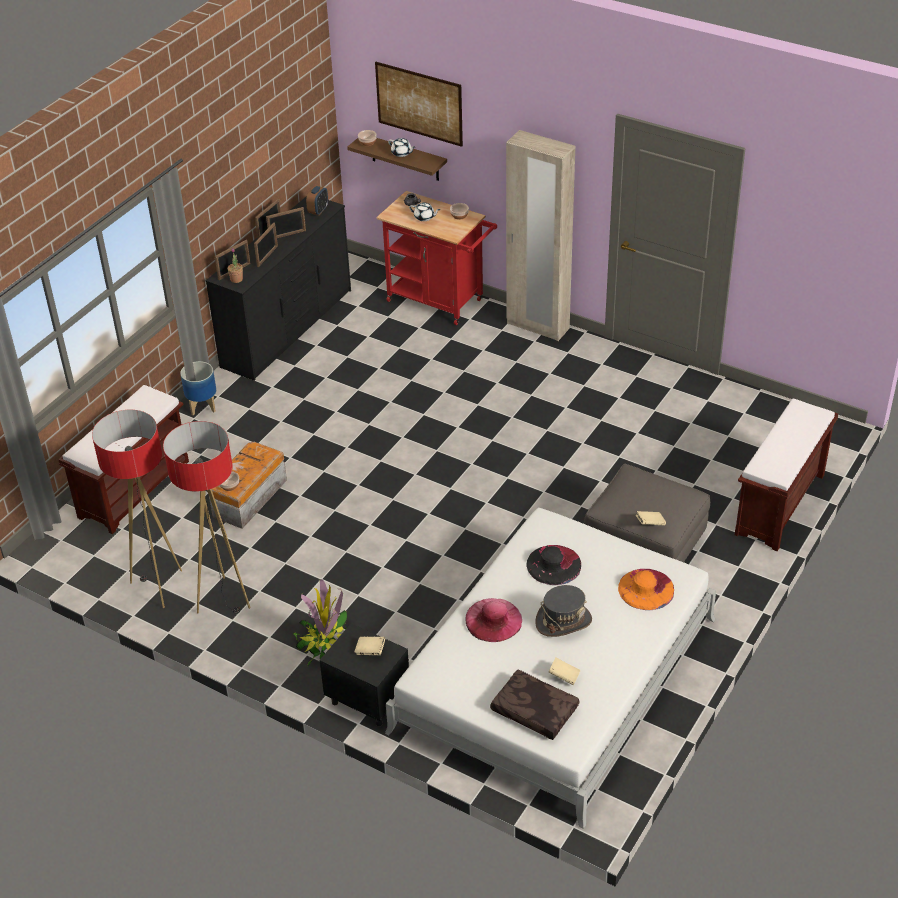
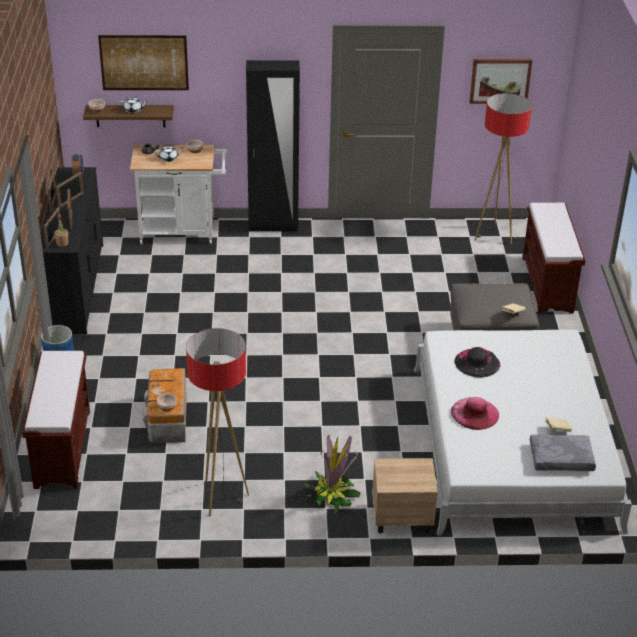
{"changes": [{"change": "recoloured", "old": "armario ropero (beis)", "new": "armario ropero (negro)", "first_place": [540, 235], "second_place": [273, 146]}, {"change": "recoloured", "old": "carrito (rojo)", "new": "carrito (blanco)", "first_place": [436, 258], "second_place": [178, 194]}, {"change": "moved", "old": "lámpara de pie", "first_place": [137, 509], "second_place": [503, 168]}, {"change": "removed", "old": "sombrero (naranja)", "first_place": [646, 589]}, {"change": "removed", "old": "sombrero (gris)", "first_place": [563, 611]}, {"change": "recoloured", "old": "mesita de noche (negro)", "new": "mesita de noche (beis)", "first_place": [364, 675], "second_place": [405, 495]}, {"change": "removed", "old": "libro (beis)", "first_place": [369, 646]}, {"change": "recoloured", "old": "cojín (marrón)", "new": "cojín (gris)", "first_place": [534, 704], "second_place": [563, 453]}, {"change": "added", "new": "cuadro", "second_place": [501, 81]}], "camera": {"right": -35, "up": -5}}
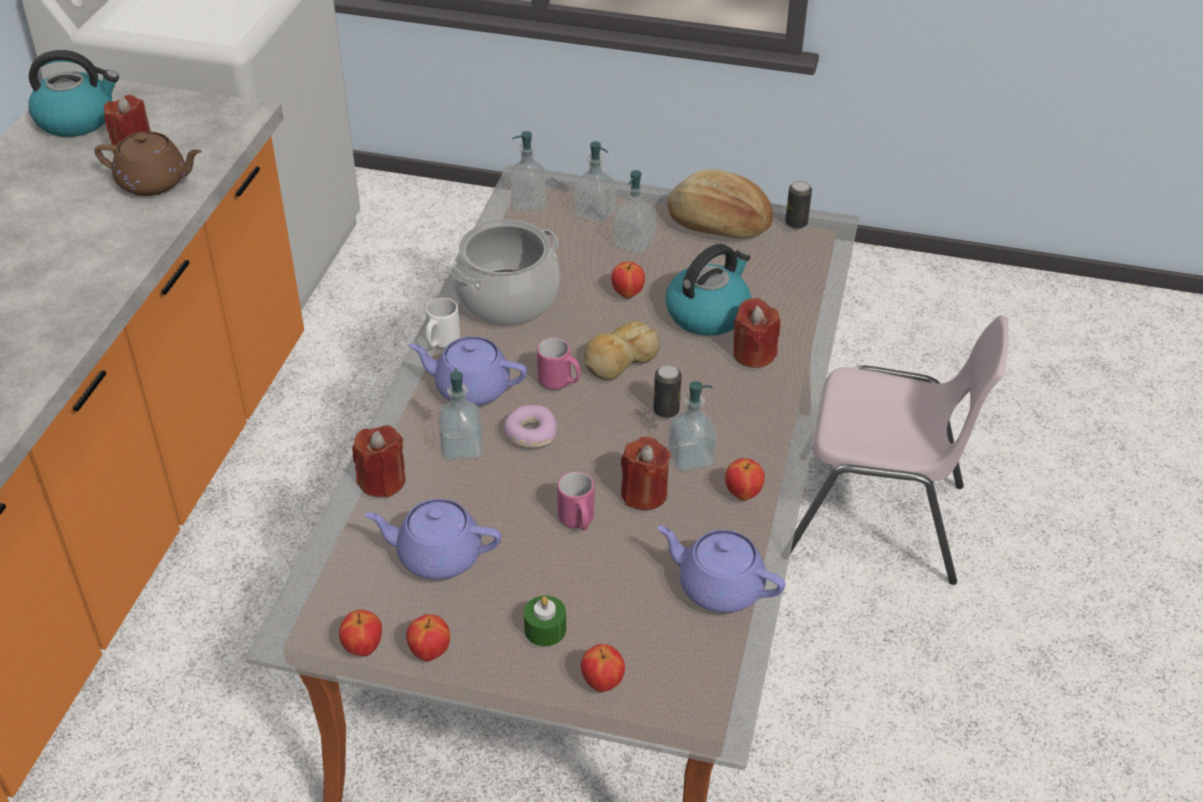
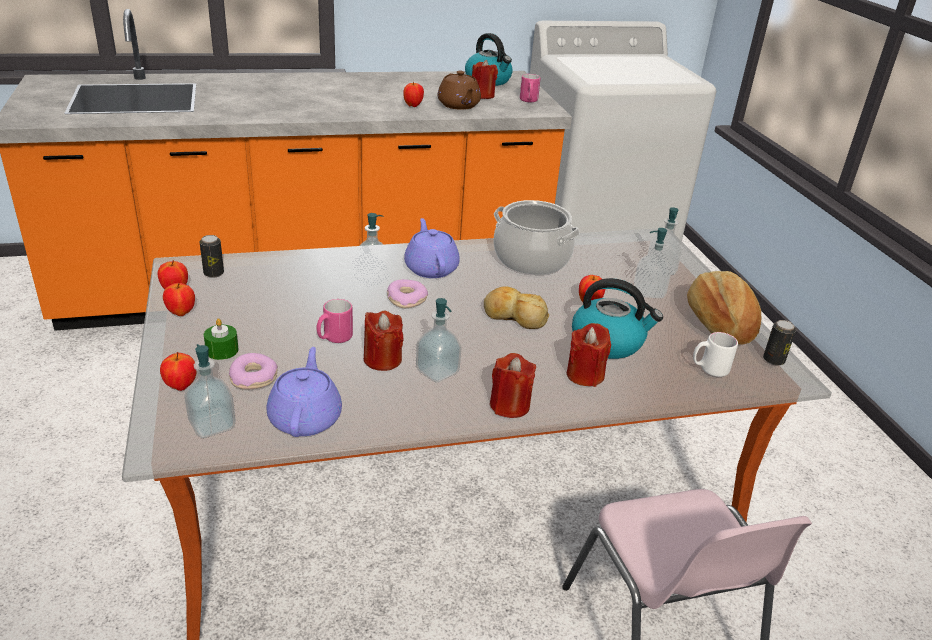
{"changes": [{"change": "moved", "old": "dispensador de jabón", "first_place": [528, 171], "second_place": [209, 391]}, {"change": "moved", "old": "taza grande (blanco)", "first_place": [442, 323], "second_place": [715, 354]}, {"change": "moved", "old": "taza grande (rosa)", "first_place": [559, 363], "second_place": [530, 88]}, {"change": "moved", "old": "lata", "first_place": [667, 391], "second_place": [212, 256]}, {"change": "moved", "old": "vela (rojo)", "first_place": [378, 461], "second_place": [513, 385]}, {"change": "moved", "old": "manzana", "first_place": [745, 479], "second_place": [413, 94]}, {"change": "removed", "old": "tetera (morado)", "first_place": [433, 539]}, {"change": "added", "new": "rosquilla", "second_place": [253, 371]}], "camera": {"right": 60, "up": -10}}
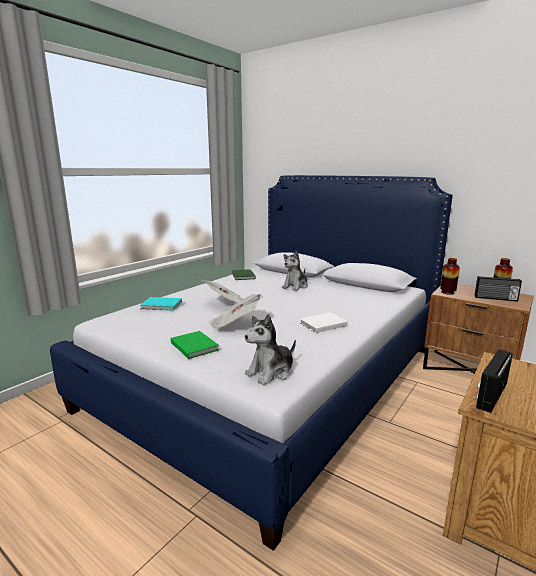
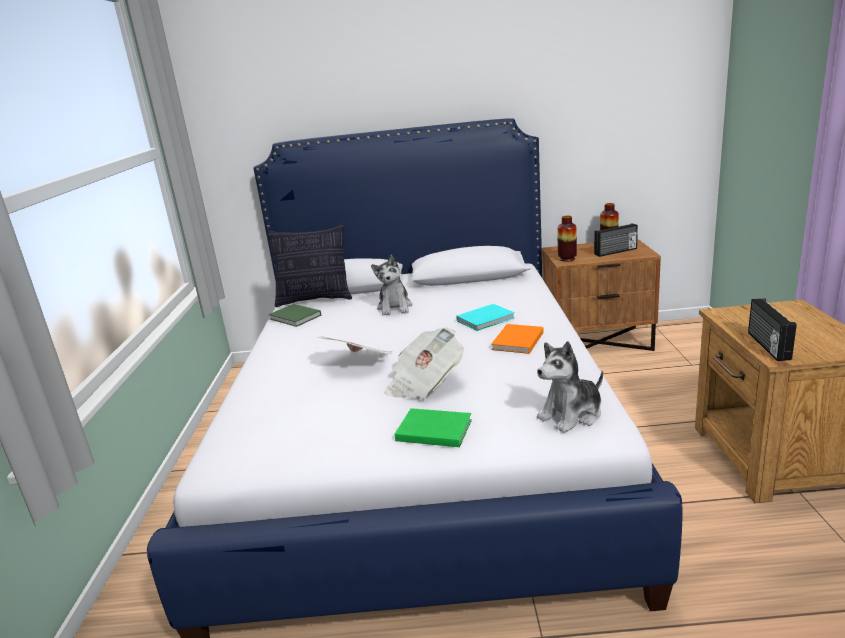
{"changes": [{"change": "moved", "old": "libro (turquesa)", "first_place": [161, 304], "second_place": [485, 317]}, {"change": "recoloured", "old": "libro (blanco)", "new": "libro (naranja)", "first_place": [324, 323], "second_place": [517, 339]}, {"change": "turned", "old": "peluche", "first_place": [270, 349], "second_place": [570, 387], "degrees": 45}, {"change": "added", "new": "cojín", "second_place": [309, 265]}], "camera": {"right": -35, "up": 5}}
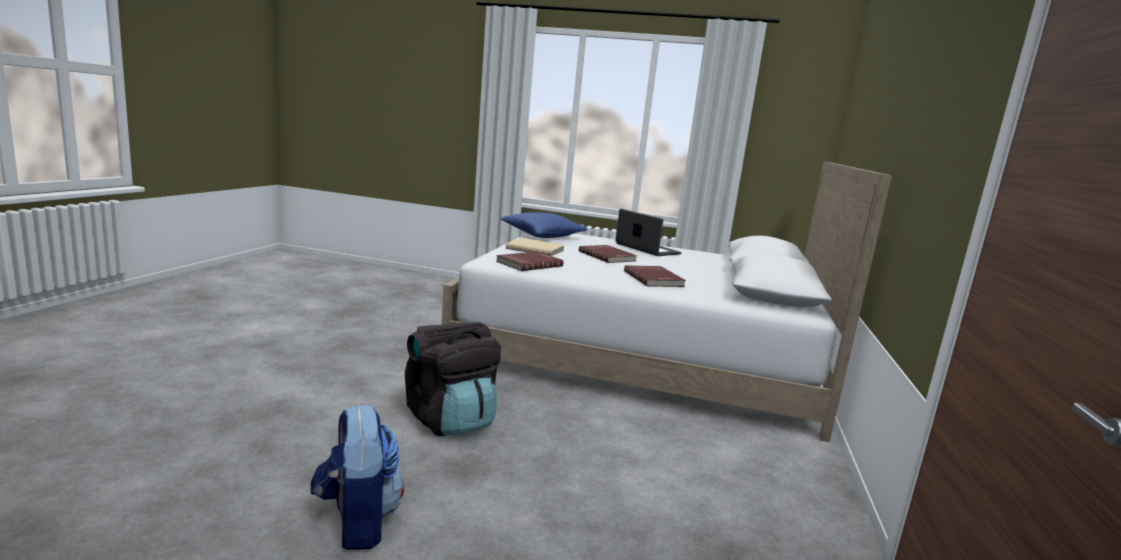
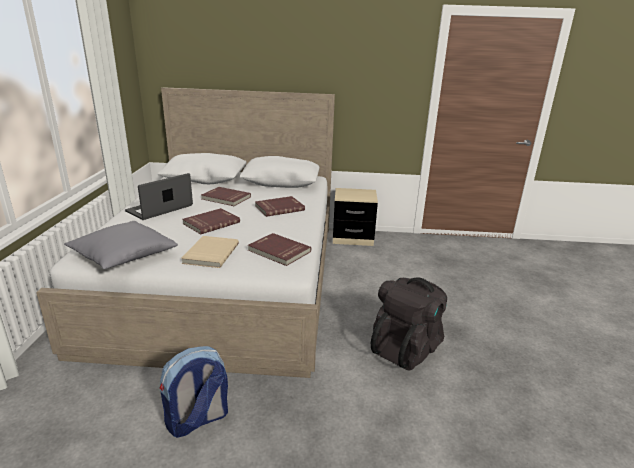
{"changes": [{"change": "recoloured", "old": "cojín (azul)", "new": "cojín (gris)", "first_place": [543, 225], "second_place": [121, 245]}, {"change": "moved", "old": "mochila", "first_place": [357, 477], "second_place": [194, 392]}, {"change": "added", "new": "libro (rojo)", "second_place": [226, 196]}, {"change": "added", "new": "mesita de noche (beis)", "second_place": [355, 217]}], "camera": {"right": -100, "up": 10}}
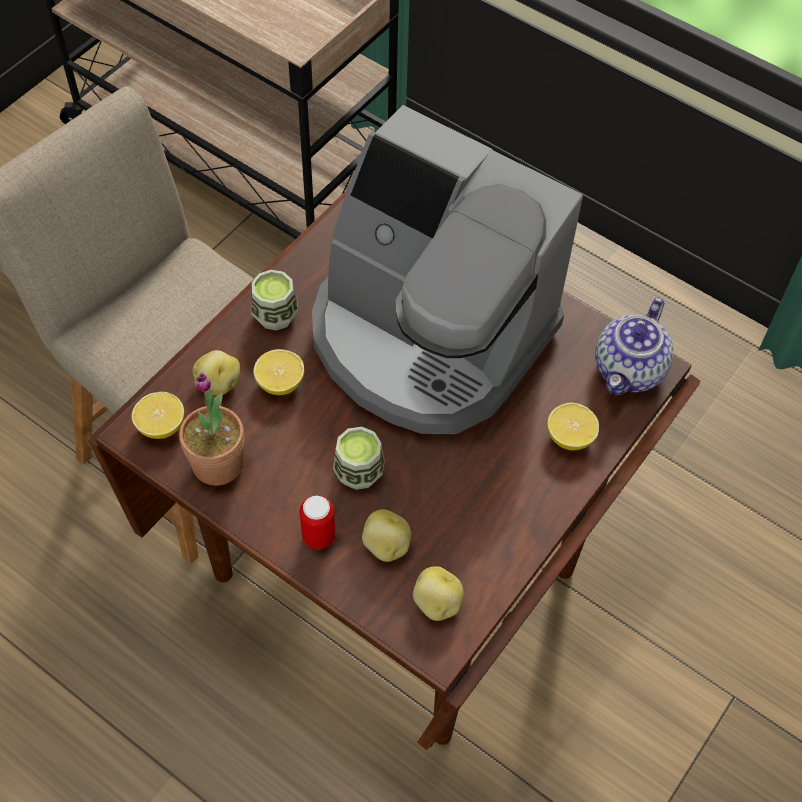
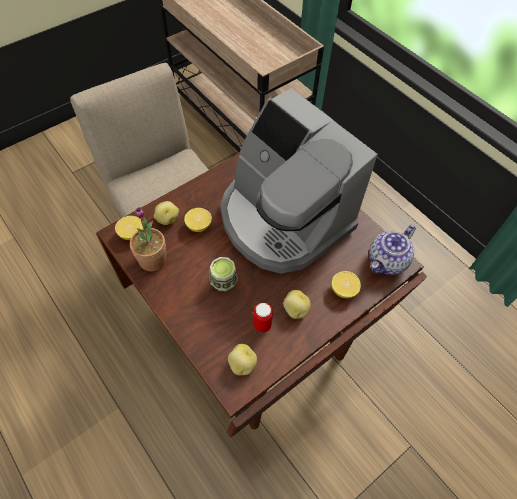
{"changes": [{"change": "removed", "old": "taza", "first_place": [274, 300]}, {"change": "moved", "old": "lata", "first_place": [317, 522], "second_place": [263, 317]}, {"change": "moved", "old": "patata", "first_place": [386, 535], "second_place": [297, 304]}], "camera": {"right": 15, "up": 0}}
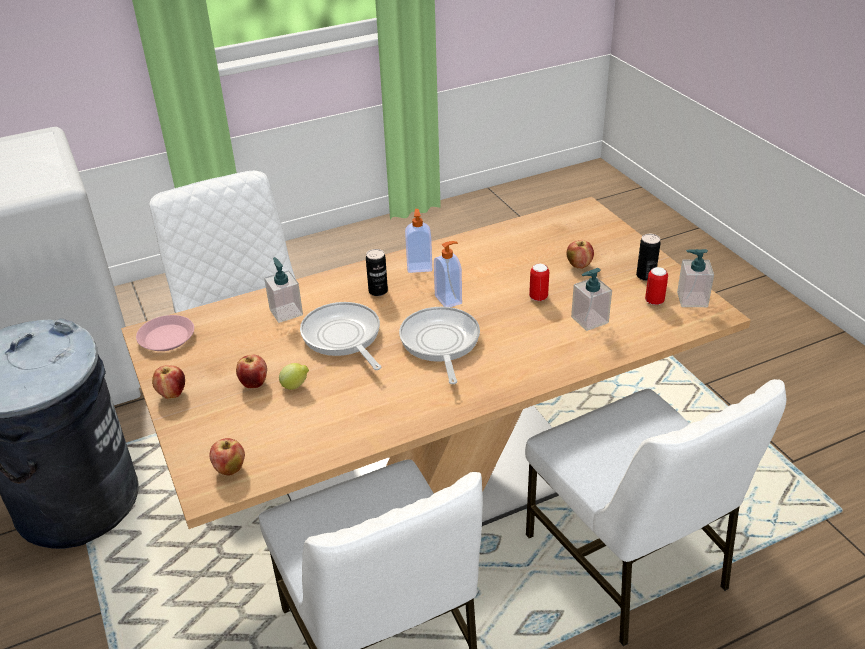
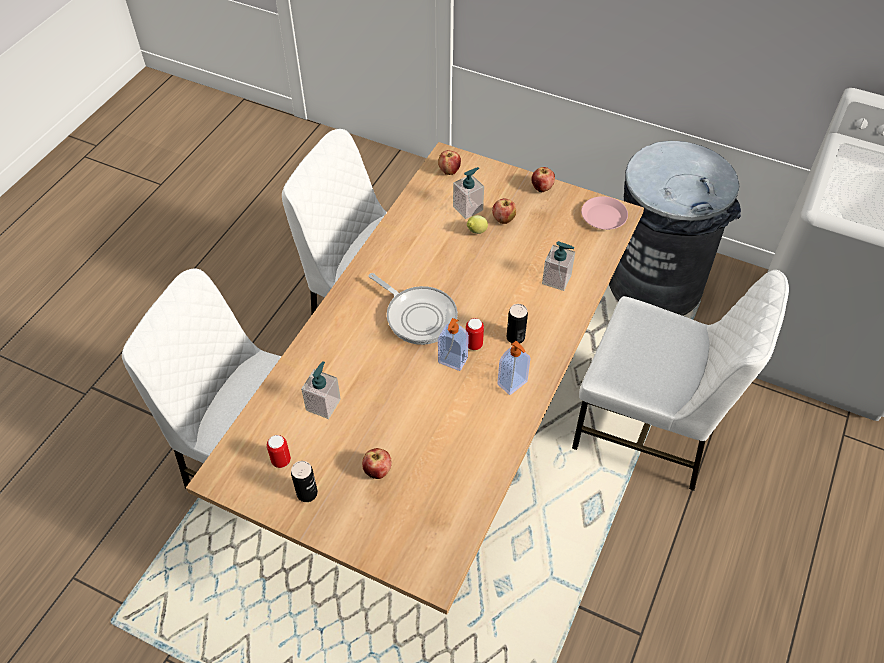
{"changes": [{"change": "moved", "old": "dispensador de jabón", "first_place": [695, 278], "second_place": [468, 193]}, {"change": "moved", "old": "lata", "first_place": [539, 282], "second_place": [475, 334]}, {"change": "removed", "old": "sartén", "first_place": [340, 336]}], "camera": {"right": 140, "up": 15}}
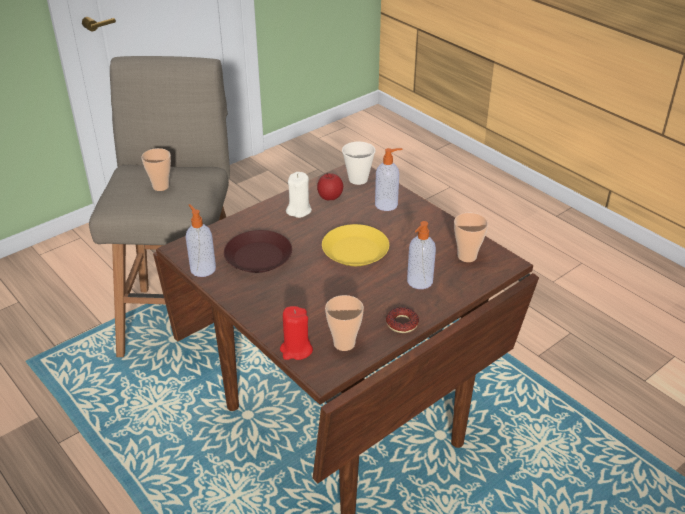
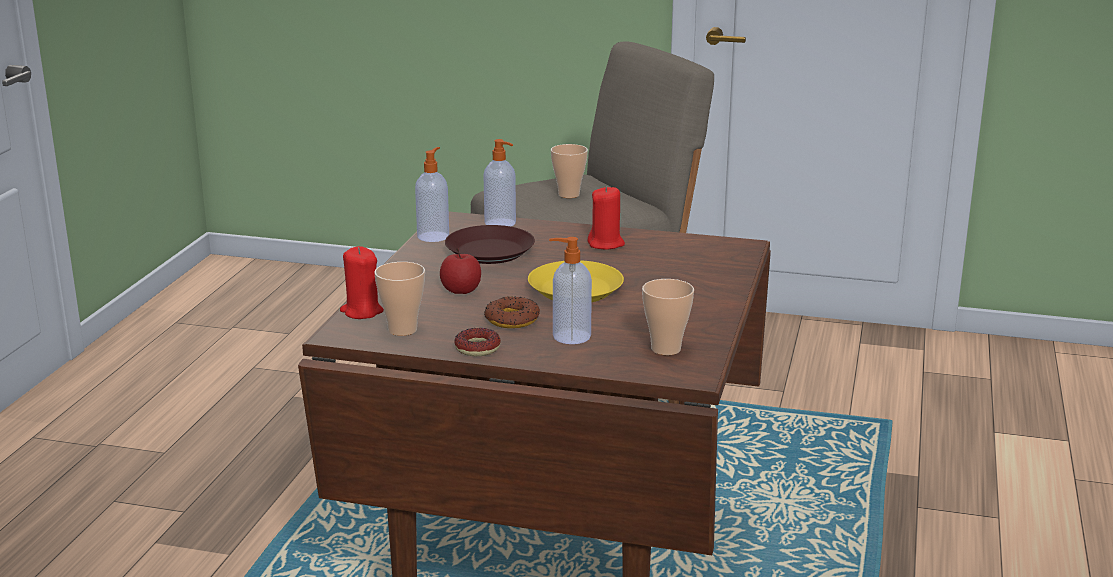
{"changes": [{"change": "removed", "old": "taza", "first_place": [359, 163]}, {"change": "moved", "old": "dispensador de jabón", "first_place": [388, 179], "second_place": [499, 183]}, {"change": "recoloured", "old": "vela (blanco)", "new": "vela (rojo)", "first_place": [299, 195], "second_place": [606, 218]}, {"change": "moved", "old": "manzana", "first_place": [330, 186], "second_place": [460, 271]}, {"change": "added", "new": "rosquilla", "second_place": [512, 312]}], "camera": {"right": 55, "up": -15}}
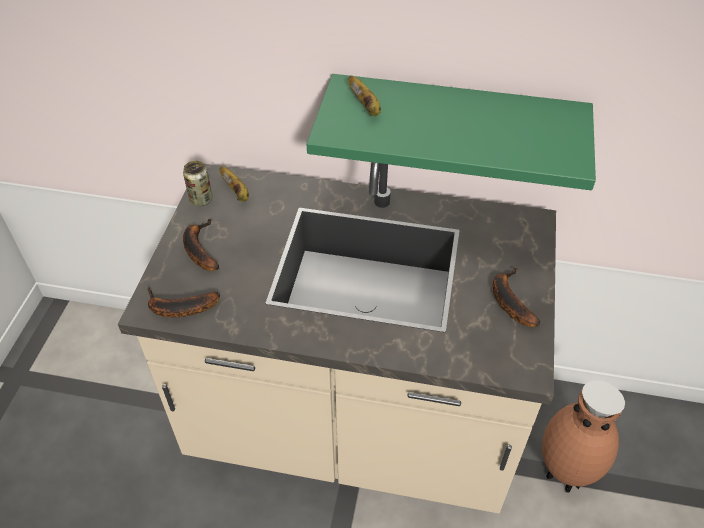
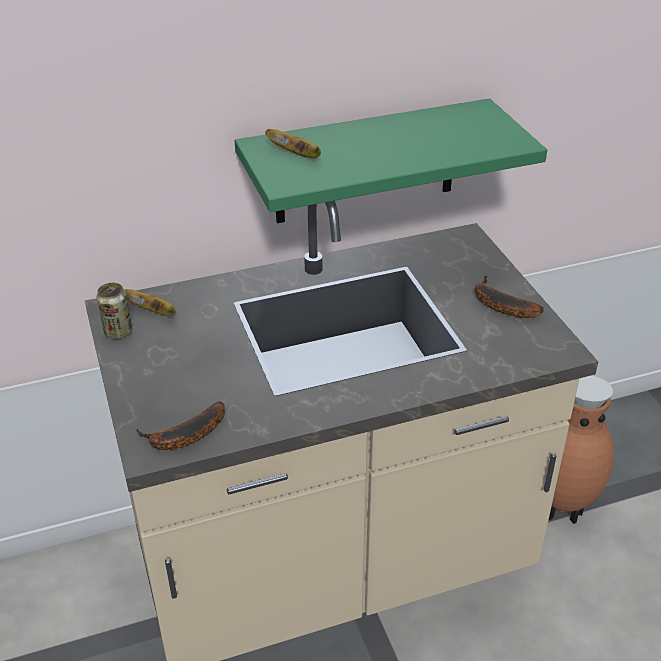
{"changes": [{"change": "removed", "old": "plátano", "first_place": [201, 245]}], "camera": {"right": -30, "up": -10}}
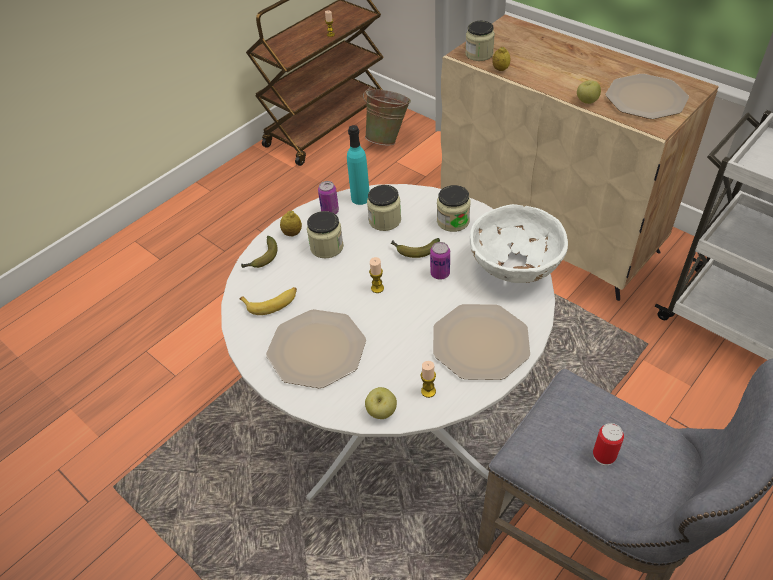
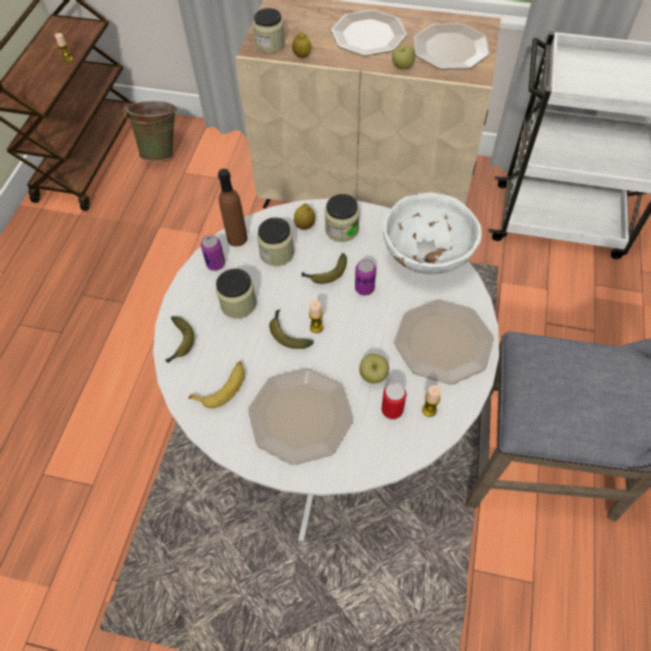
{"changes": [{"change": "recoloured", "old": "botella (turquesa)", "new": "botella (marrón)", "first_place": [358, 165], "second_place": [233, 208]}, {"change": "moved", "old": "limón", "first_place": [291, 223], "second_place": [304, 216]}, {"change": "moved", "old": "manzana", "first_place": [381, 403], "second_place": [374, 368]}, {"change": "moved", "old": "lata", "first_place": [608, 444], "second_place": [393, 401]}, {"change": "added", "new": "plato", "second_place": [369, 33]}, {"change": "added", "new": "plátano", "second_place": [291, 329]}], "camera": {"right": -30, "up": 10}}
